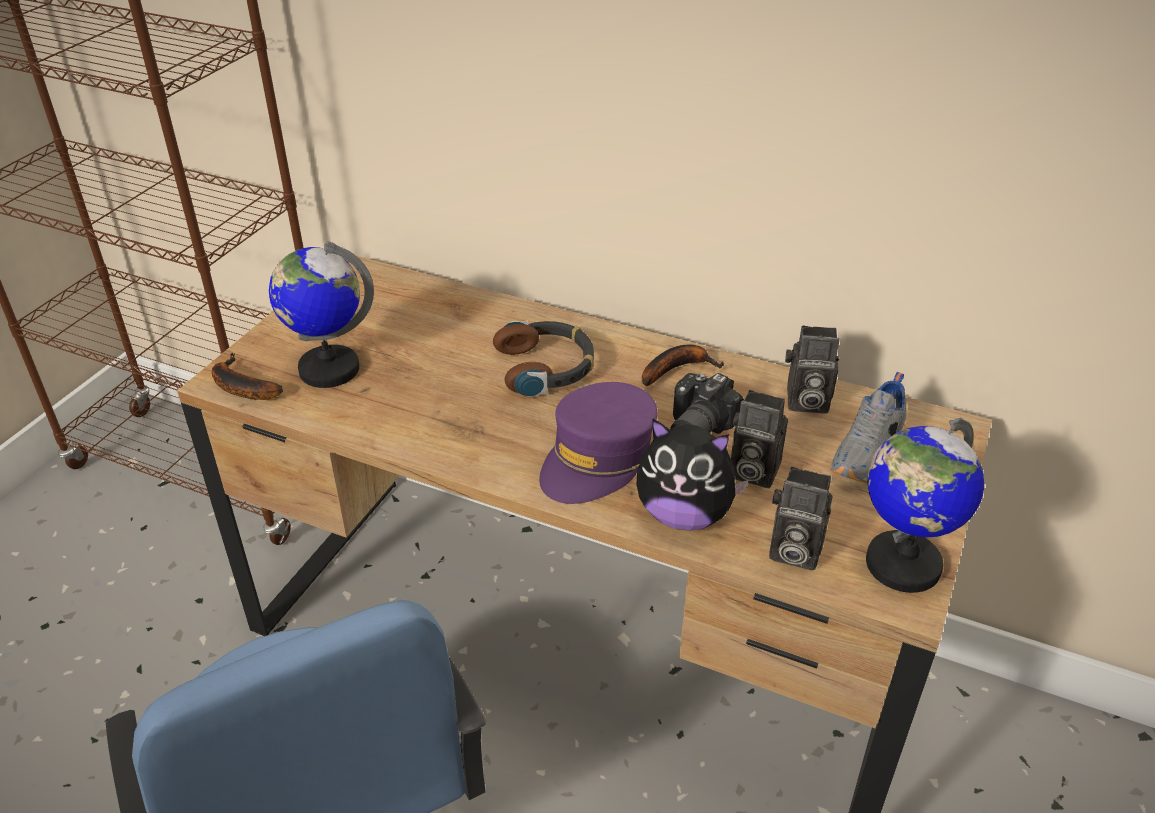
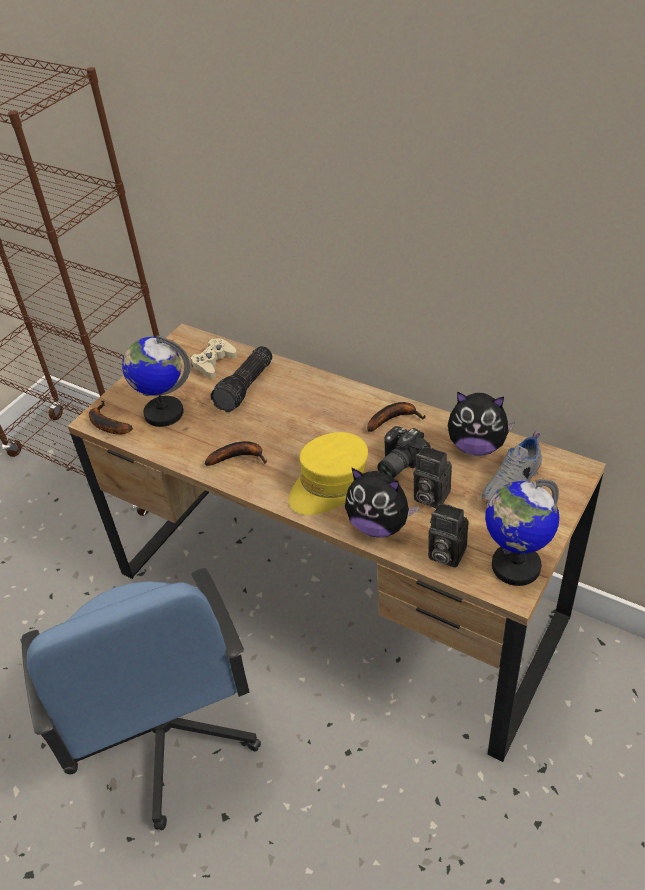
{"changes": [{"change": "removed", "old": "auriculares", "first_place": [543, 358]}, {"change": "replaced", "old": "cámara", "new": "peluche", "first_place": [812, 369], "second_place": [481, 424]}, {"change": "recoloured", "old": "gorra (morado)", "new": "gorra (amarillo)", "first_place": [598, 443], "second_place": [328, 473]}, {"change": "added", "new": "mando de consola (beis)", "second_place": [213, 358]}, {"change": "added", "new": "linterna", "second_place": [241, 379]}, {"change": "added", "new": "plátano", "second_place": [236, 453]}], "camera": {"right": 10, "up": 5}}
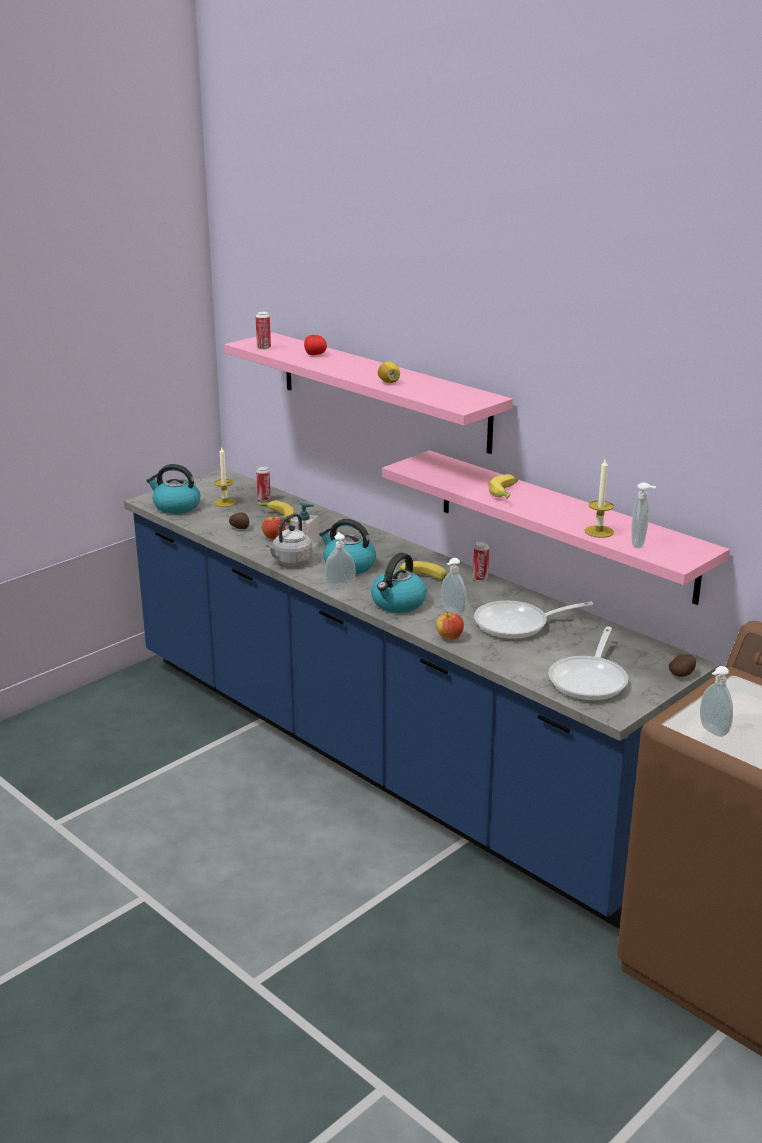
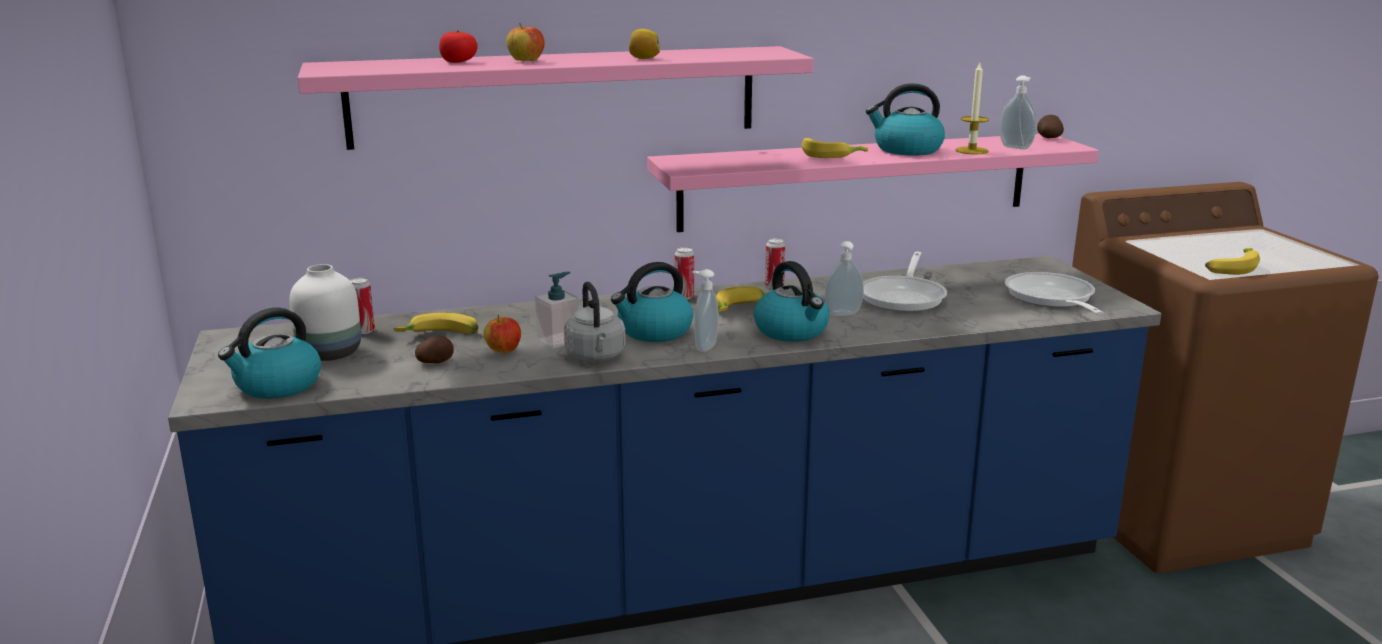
{"changes": [{"change": "moved", "old": "lata", "first_place": [263, 330], "second_place": [685, 273]}, {"change": "replaced", "old": "vela", "new": "florero (blanco)", "first_place": [225, 477], "second_place": [325, 312]}, {"change": "moved", "old": "manzana", "first_place": [450, 626], "second_place": [525, 42]}, {"change": "turned", "old": "sartén", "first_place": [588, 663], "second_place": [1054, 293], "degrees": -150}, {"change": "moved", "old": "patata", "first_place": [682, 665], "second_place": [1050, 126]}, {"change": "replaced", "old": "dispensador de jabón", "new": "plátano", "first_place": [716, 701], "second_place": [1232, 261]}, {"change": "added", "new": "hervidor", "second_place": [905, 119]}], "camera": {"right": -60, "up": -5}}
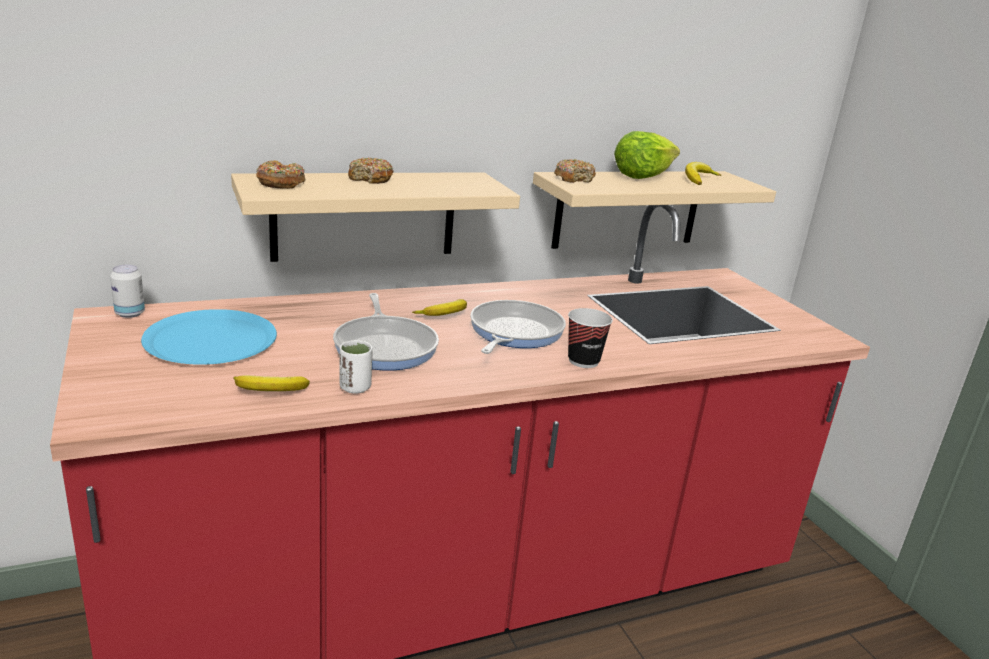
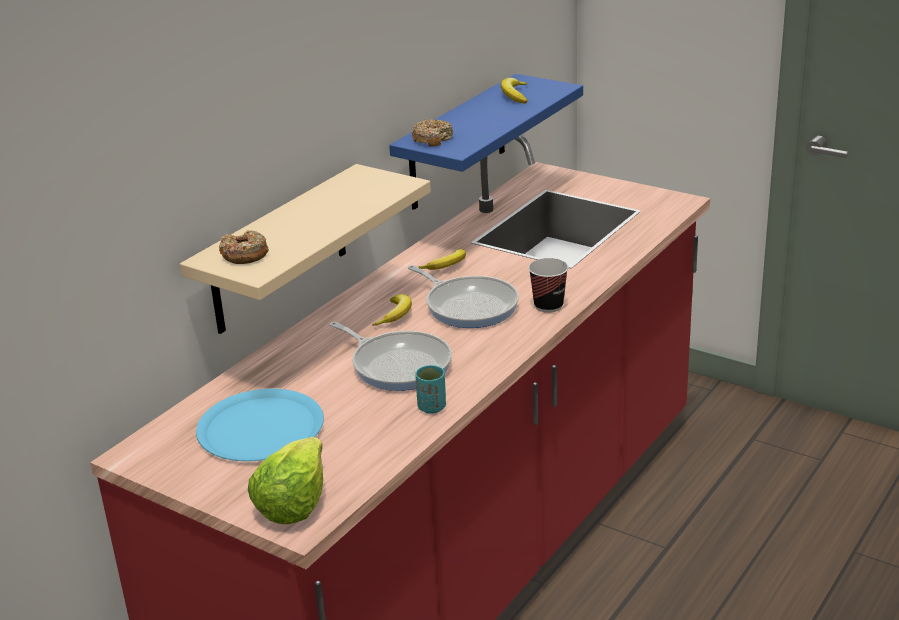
{"changes": [{"change": "moved", "old": "lechuga", "first_place": [647, 155], "second_place": [285, 480]}, {"change": "removed", "old": "rosquilla", "first_place": [370, 170]}, {"change": "recoloured", "old": "estante (beis)", "new": "estante (azul)", "first_place": [654, 210], "second_place": [486, 142]}, {"change": "removed", "old": "lata", "first_place": [127, 291]}, {"change": "turned", "old": "sartén", "first_place": [518, 327], "second_place": [463, 296], "degrees": 150}, {"change": "recoloured", "old": "taza (blanco)", "new": "taza (turquesa)", "first_place": [355, 367], "second_place": [430, 389]}, {"change": "moved", "old": "plátano", "first_place": [271, 383], "second_place": [442, 259]}], "camera": {"right": -30, "up": 5}}
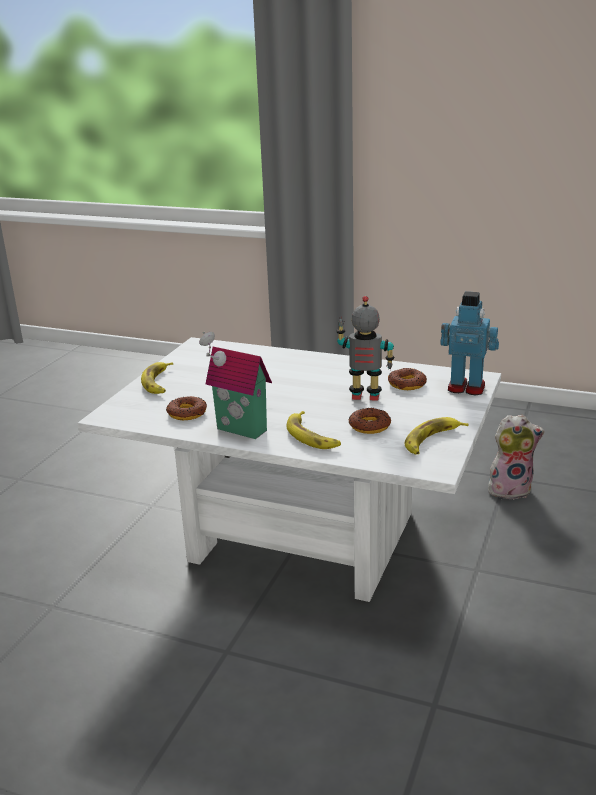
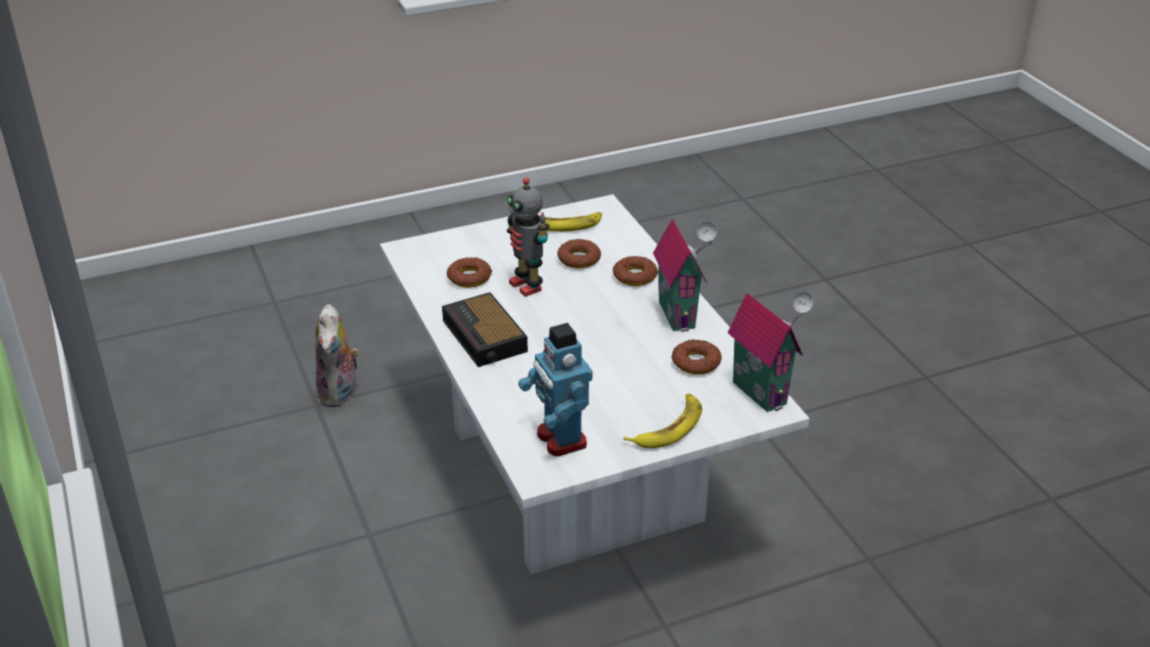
{"changes": [{"change": "moved", "old": "robot de juguete", "first_place": [470, 343], "second_place": [555, 389]}, {"change": "replaced", "old": "plátano", "new": "rosquilla", "first_place": [314, 430], "second_place": [636, 271]}, {"change": "turned", "old": "peluche", "first_place": [516, 457], "second_place": [337, 355], "degrees": -135}, {"change": "added", "new": "casita", "second_place": [770, 351]}, {"change": "added", "new": "despertador", "second_place": [485, 329]}], "camera": {"right": -135, "up": 10}}
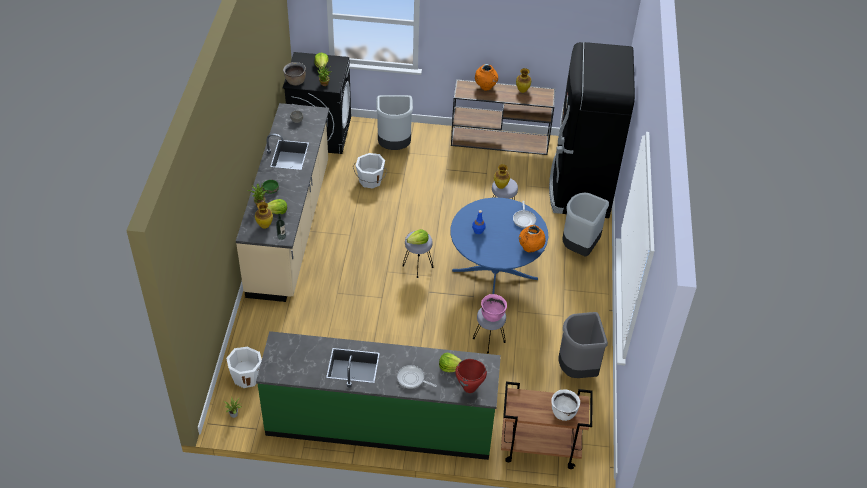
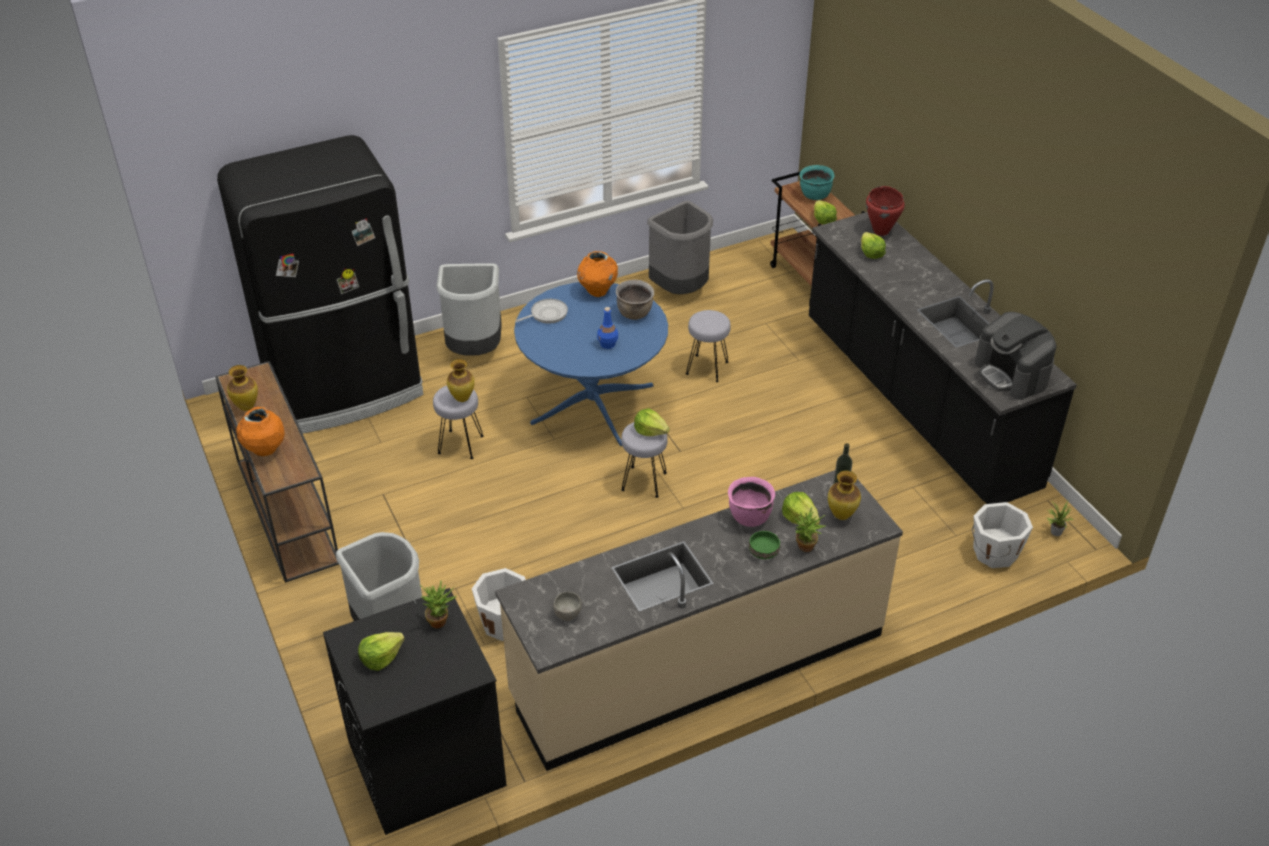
{"changes": [{"change": "moved", "old": "olla (marrón)", "first_place": [294, 73], "second_place": [635, 300]}, {"change": "moved", "old": "olla (rosa)", "first_place": [494, 308], "second_place": [751, 502]}, {"change": "recoloured", "old": "mueble bajo de cocina (verde)", "new": "mueble bajo de cocina (negro)", "first_place": [378, 395], "second_place": [943, 358]}, {"change": "removed", "old": "sartén", "first_place": [417, 377]}, {"change": "recoloured", "old": "olla (blanco)", "new": "olla (turquesa)", "first_place": [565, 405], "second_place": [816, 182]}, {"change": "added", "new": "lechuga", "second_place": [825, 212]}, {"change": "added", "new": "cafetera", "second_place": [1015, 356]}], "camera": {"right": -120, "up": -5}}
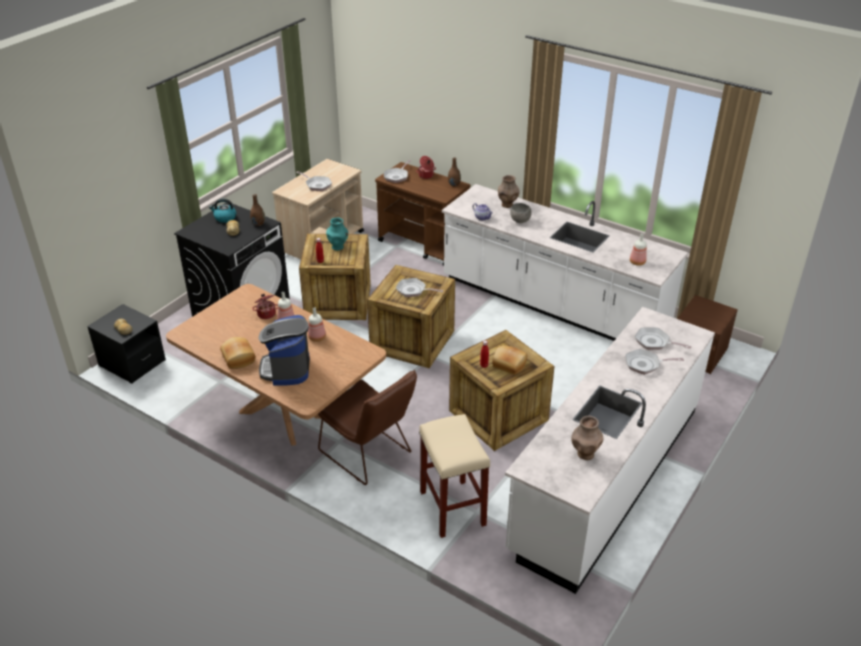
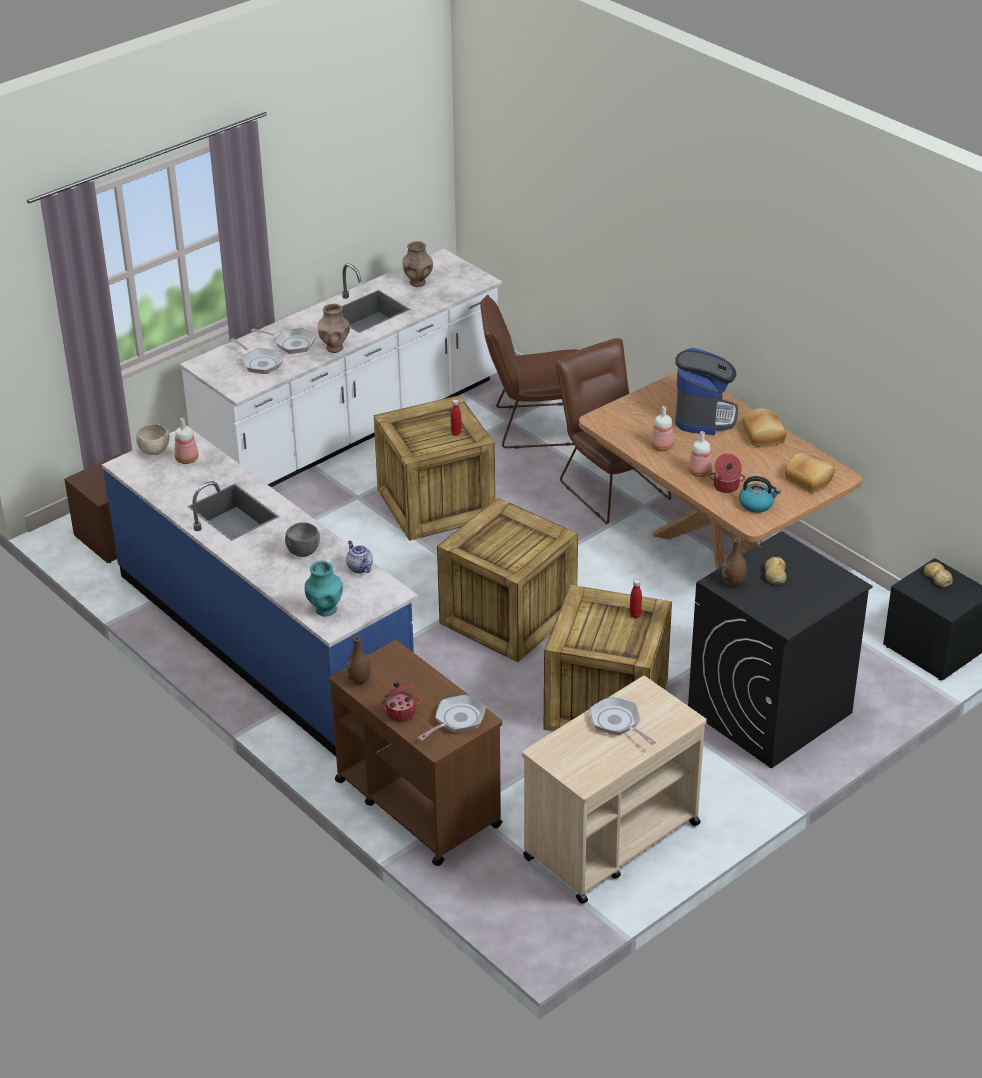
{"changes": [{"change": "moved", "old": "florero (marrón)", "first_place": [509, 191], "second_place": [334, 328]}, {"change": "recoloured", "old": "mueble bajo de cocina (blanco)", "new": "mueble bajo de cocina (azul)", "first_place": [565, 262], "second_place": [260, 591]}, {"change": "moved", "old": "hervidor", "first_place": [222, 211], "second_place": [760, 494]}, {"change": "moved", "old": "florero (turquesa)", "first_place": [337, 234], "second_place": [324, 589]}, {"change": "removed", "old": "sartén", "first_place": [420, 287]}, {"change": "moved", "old": "pan", "first_place": [509, 360], "second_place": [810, 473]}, {"change": "replaced", "old": "taburete (beis)", "new": "silla (marrón)", "first_place": [454, 476], "second_place": [529, 372]}, {"change": "added", "new": "cuenco (beis)", "second_place": [153, 439]}], "camera": {"right": -165, "up": 0}}
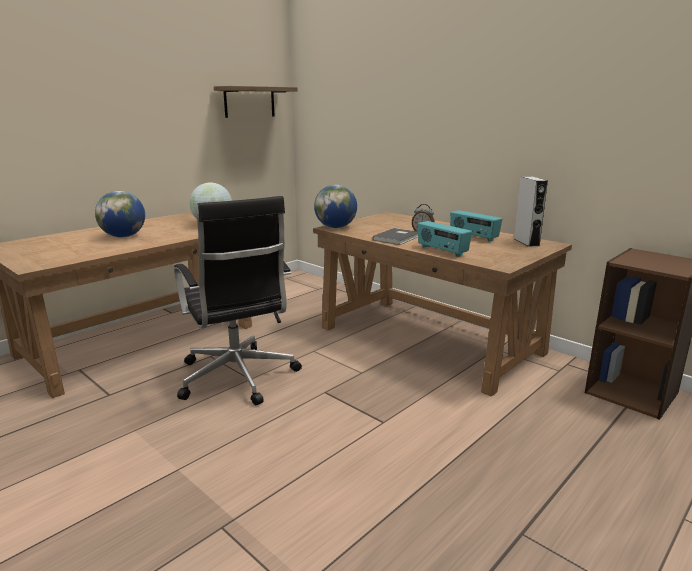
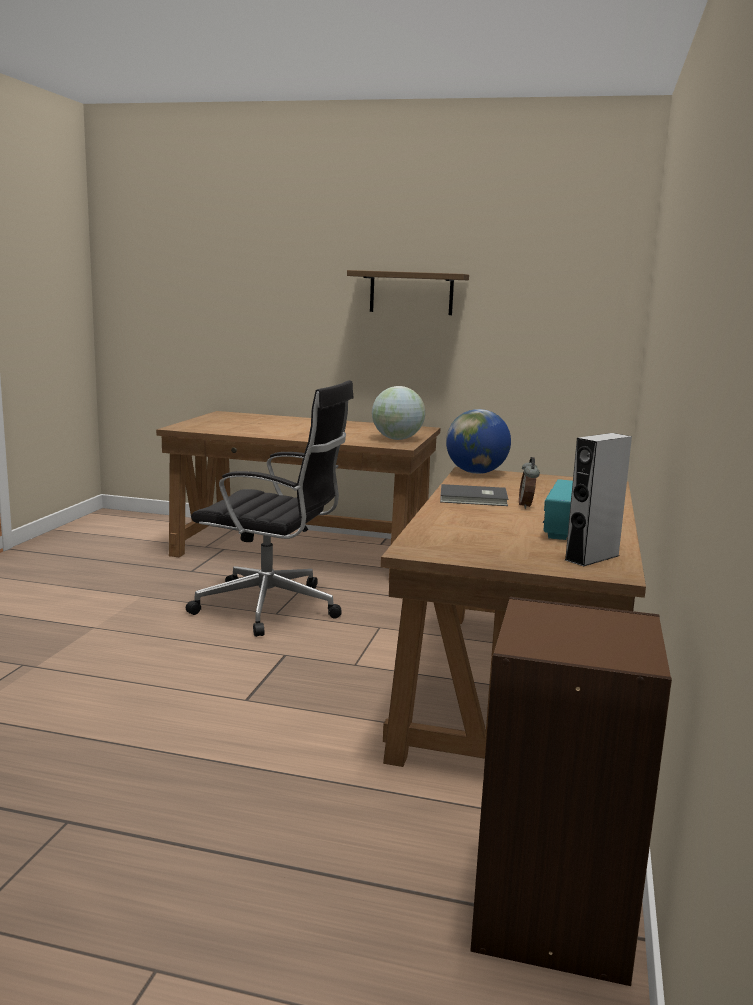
{"changes": [{"change": "moved", "old": "estante", "first_place": [256, 102], "second_place": [408, 292]}, {"change": "removed", "old": "globo terráqueo", "first_place": [120, 214]}, {"change": "turned", "old": "silla de oficina (negro)", "first_place": [238, 300], "second_place": [270, 508], "degrees": -105}, {"change": "removed", "old": "radio", "first_place": [445, 239]}], "camera": {"right": 60, "up": -5}}
